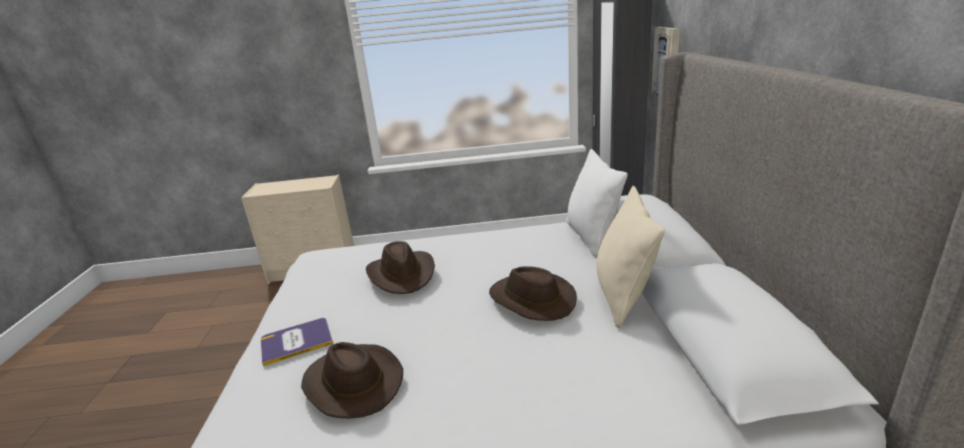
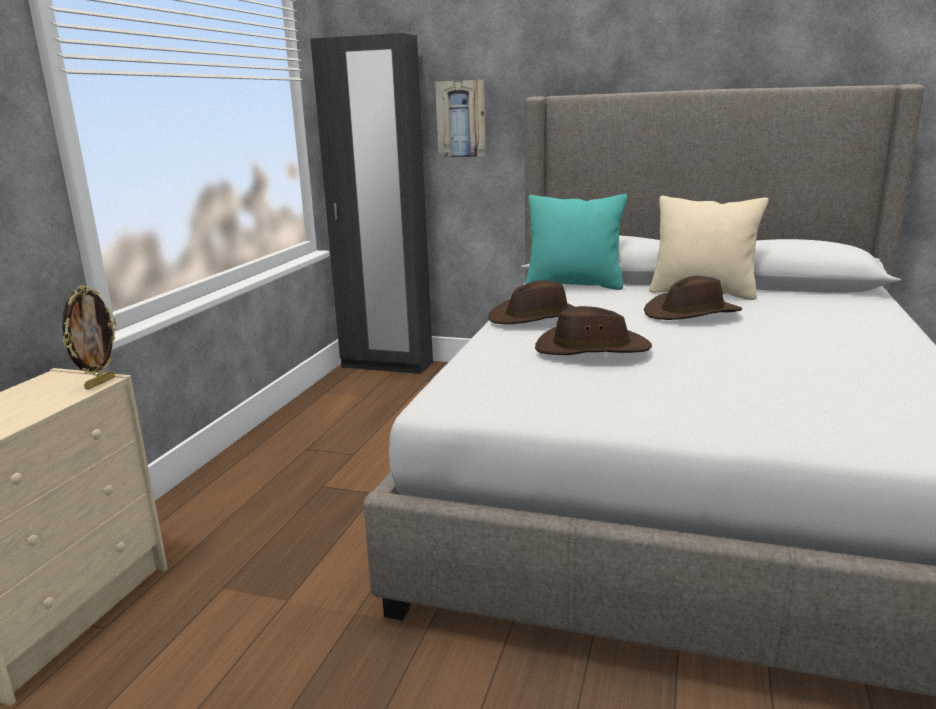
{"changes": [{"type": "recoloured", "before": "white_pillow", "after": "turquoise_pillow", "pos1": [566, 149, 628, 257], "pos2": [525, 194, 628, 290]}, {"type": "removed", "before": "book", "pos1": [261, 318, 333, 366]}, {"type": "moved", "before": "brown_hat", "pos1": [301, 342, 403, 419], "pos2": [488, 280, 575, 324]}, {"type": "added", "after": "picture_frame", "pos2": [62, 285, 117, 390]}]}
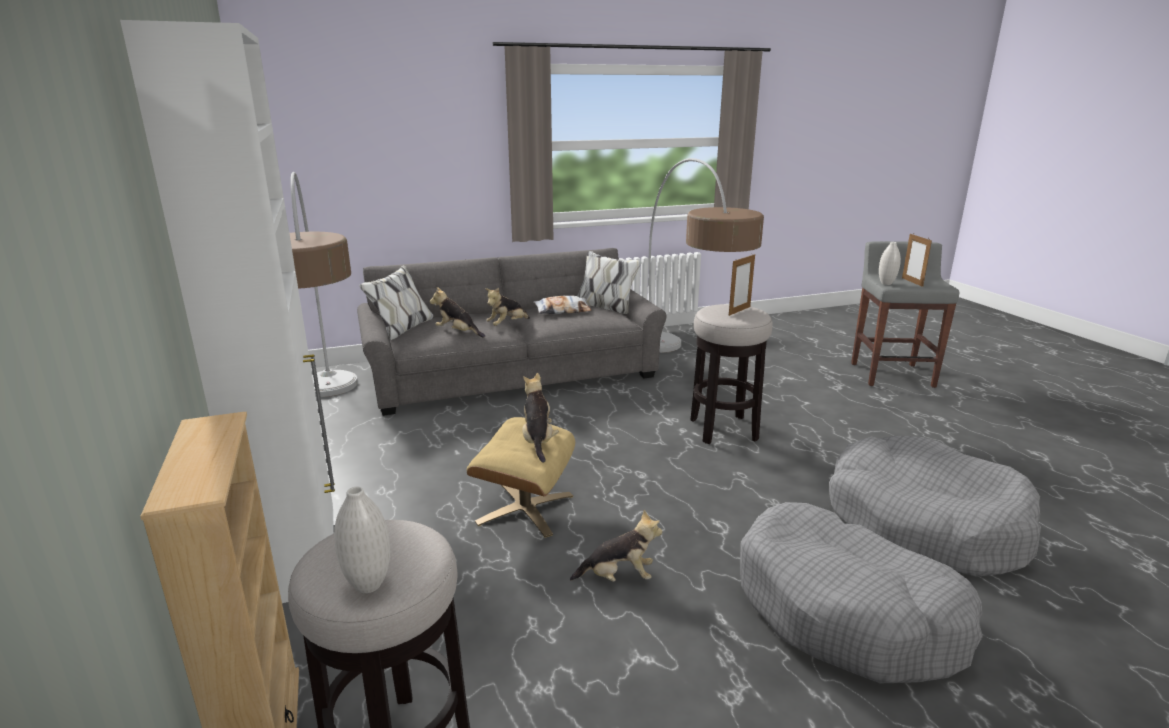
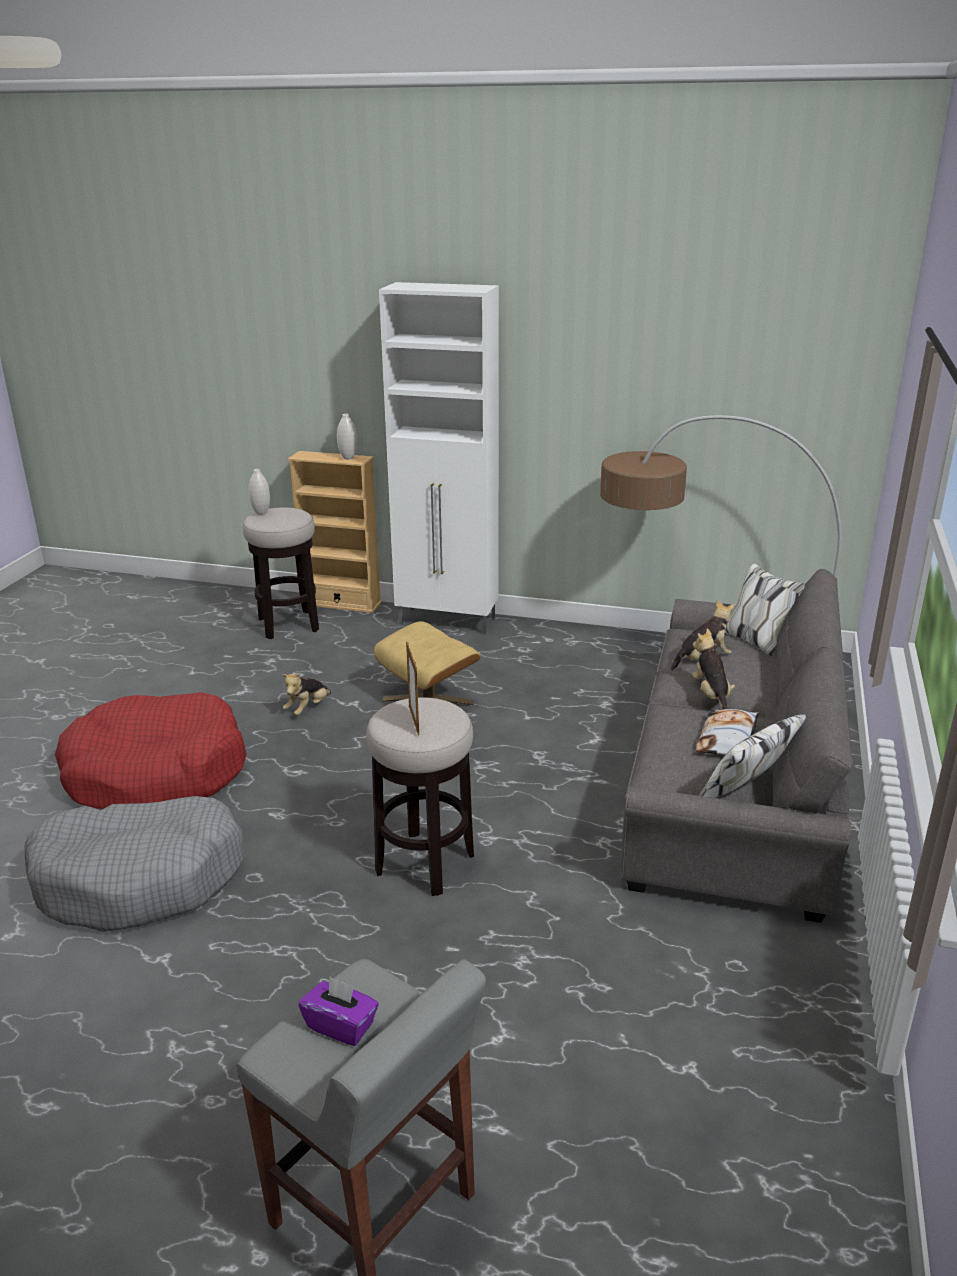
{"changes": [{"type": "removed", "before": "floor_lamp", "pos1": [648, 158, 764, 353]}, {"type": "replaced", "before": "picture_frame", "after": "purple_tissue_box", "pos1": [902, 234, 932, 287], "pos2": [298, 976, 379, 1046]}, {"type": "moved", "before": "white_vase", "pos1": [879, 242, 901, 285], "pos2": [337, 414, 357, 460]}, {"type": "removed", "before": "plush_toy", "pos1": [522, 373, 559, 463]}, {"type": "recoloured", "before": "grey_dog_bed", "after": "red_dog_bed", "pos1": [740, 502, 983, 683], "pos2": [55, 692, 246, 809]}]}
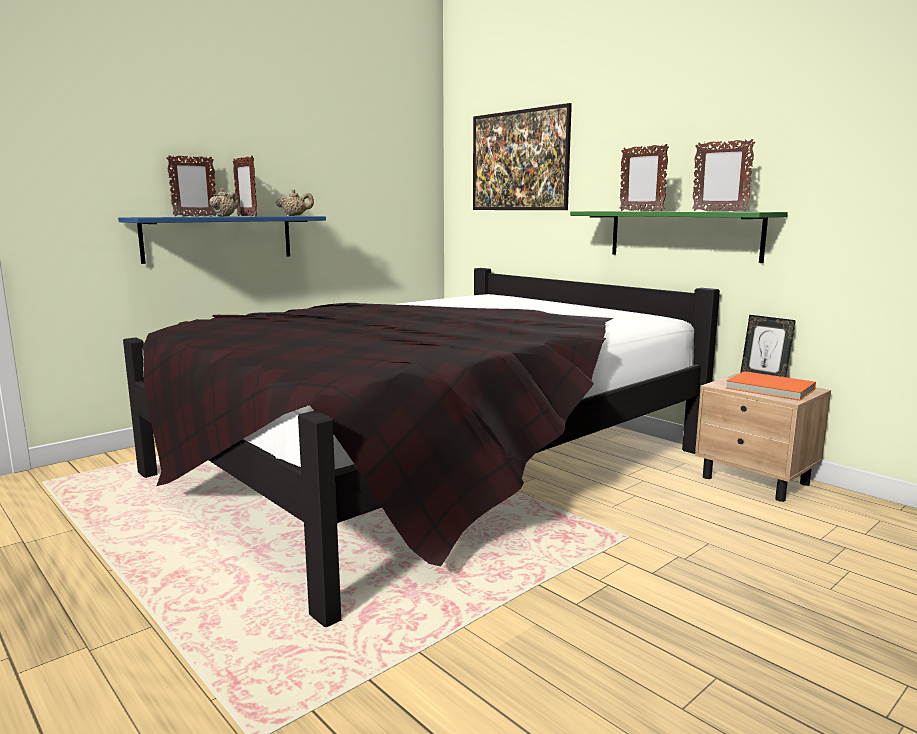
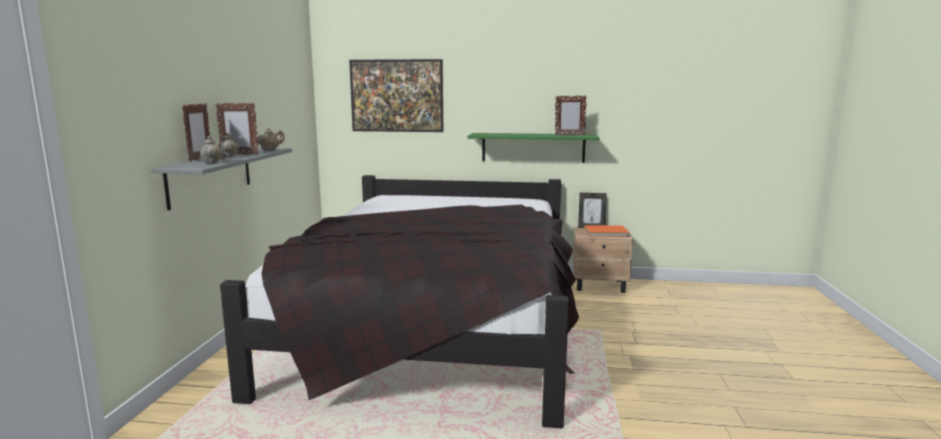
{"changes": [{"type": "removed", "before": "picture_frame", "pos1": [620, 144, 669, 211]}, {"type": "recoloured", "before": "blue_shelf", "after": "grey_shelf", "pos1": [118, 216, 326, 264], "pos2": [151, 148, 292, 210]}, {"type": "added", "after": "beige_teapot", "pos2": [200, 136, 223, 164]}]}
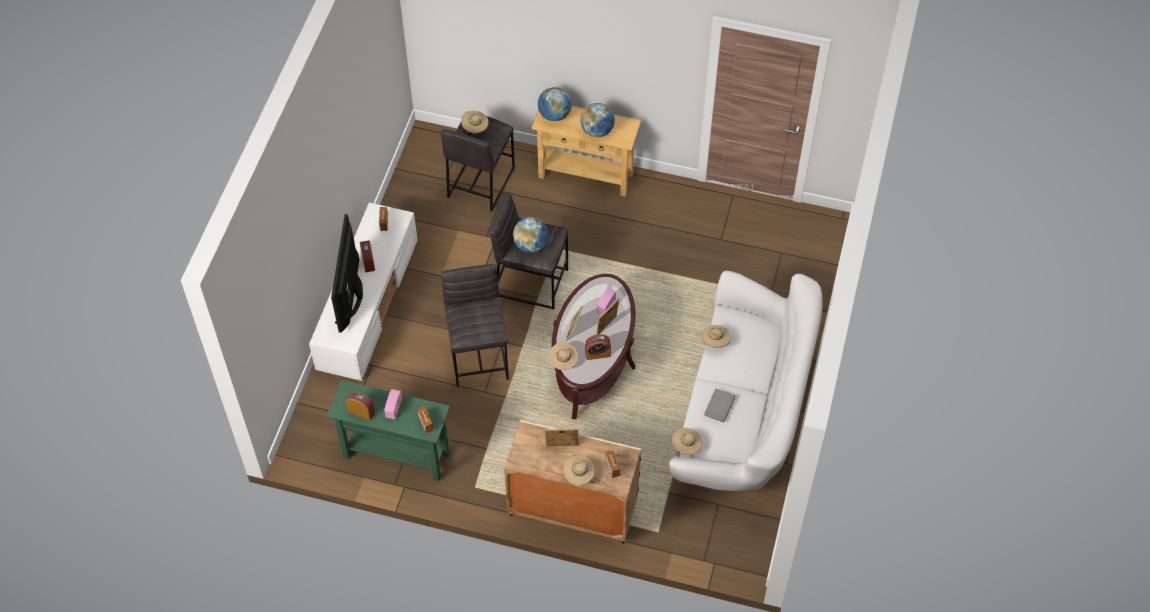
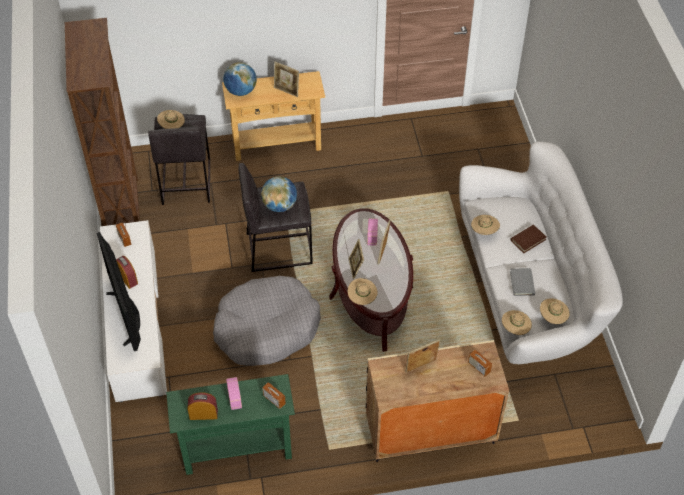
{"changes": [{"type": "replaced", "before": "globe", "after": "picture_frame", "pos1": [581, 103, 615, 137], "pos2": [274, 62, 299, 97]}, {"type": "replaced", "before": "grey_stool", "after": "grey_dog_bed", "pos1": [442, 264, 509, 387], "pos2": [213, 276, 321, 366]}, {"type": "removed", "before": "alarm_clock", "pos1": [585, 334, 611, 360]}, {"type": "moved", "before": "beige_hat", "pos1": [563, 455, 595, 485], "pos2": [540, 298, 570, 324]}, {"type": "added", "after": "brown_bookcase", "pos2": [65, 18, 140, 226]}, {"type": "added", "after": "brown_book", "pos2": [510, 225, 546, 253]}]}
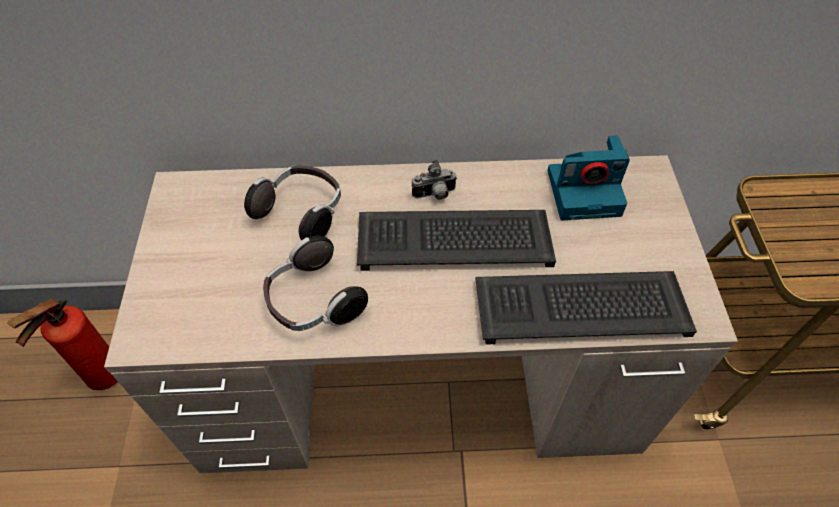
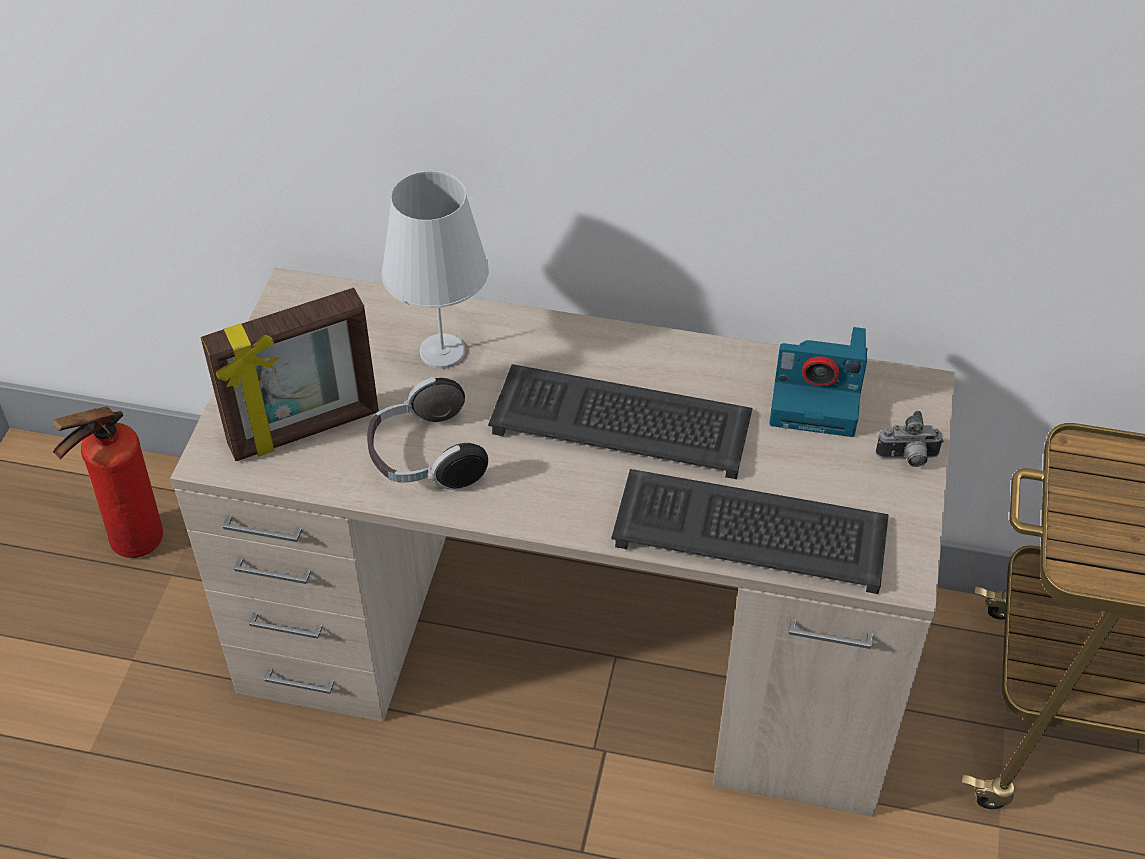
{"changes": [{"type": "moved", "before": "photo_camera", "pos1": [412, 160, 457, 200], "pos2": [876, 411, 944, 467]}, {"type": "replaced", "before": "headphones", "after": "white_table_lamp", "pos1": [244, 165, 341, 240], "pos2": [381, 171, 489, 369]}, {"type": "added", "after": "picture_frame", "pos2": [201, 288, 379, 461]}]}
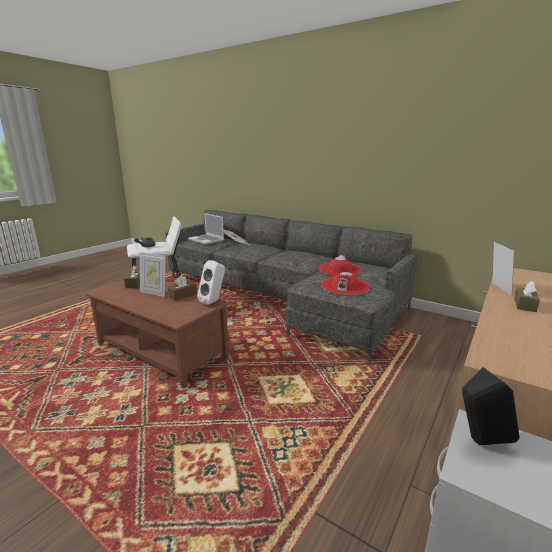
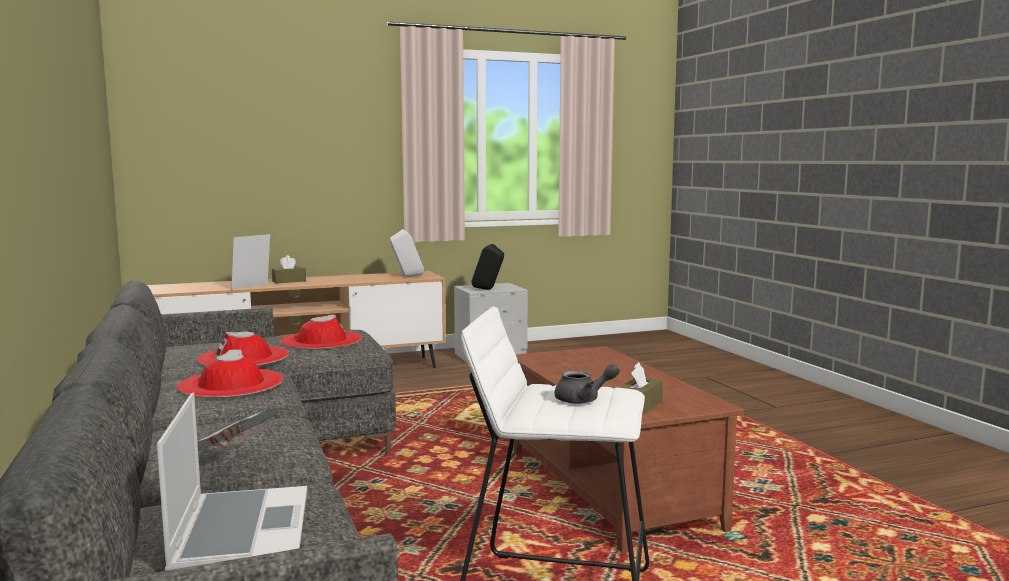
{"changes": [{"type": "removed", "before": "picture_frame", "pos1": [140, 252, 165, 297]}, {"type": "moved", "before": "white_speaker", "pos1": [197, 260, 225, 305], "pos2": [389, 229, 424, 277]}, {"type": "removed", "before": "brown_tissue_box", "pos1": [168, 275, 197, 301]}, {"type": "added", "after": "red_hat", "pos2": [177, 350, 284, 398]}]}
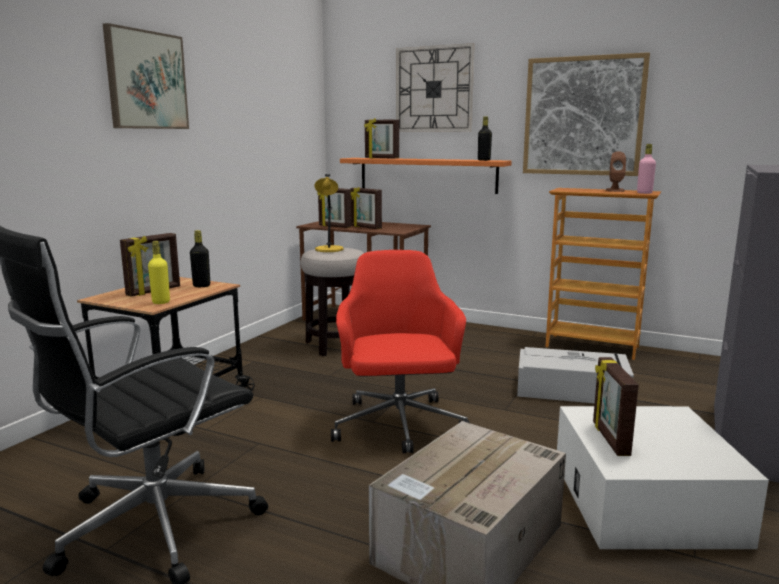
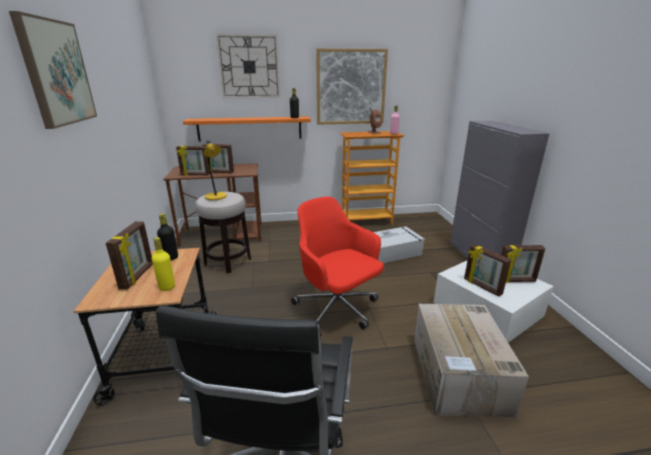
{"changes": [{"type": "moved", "before": "picture_frame", "pos1": [364, 118, 399, 158], "pos2": [501, 245, 546, 283]}]}
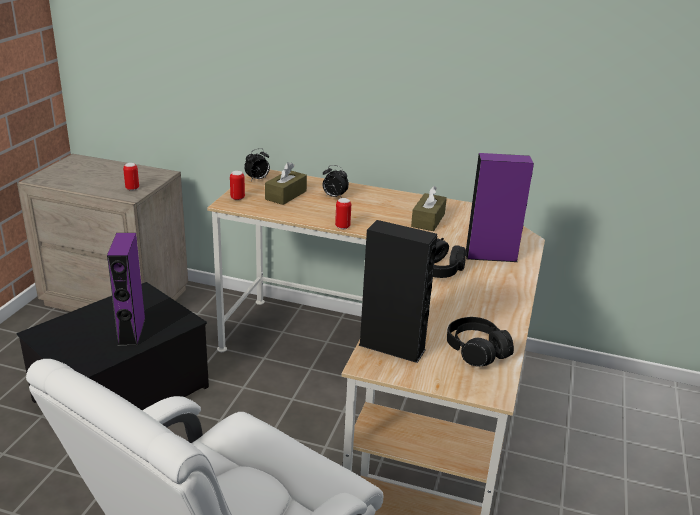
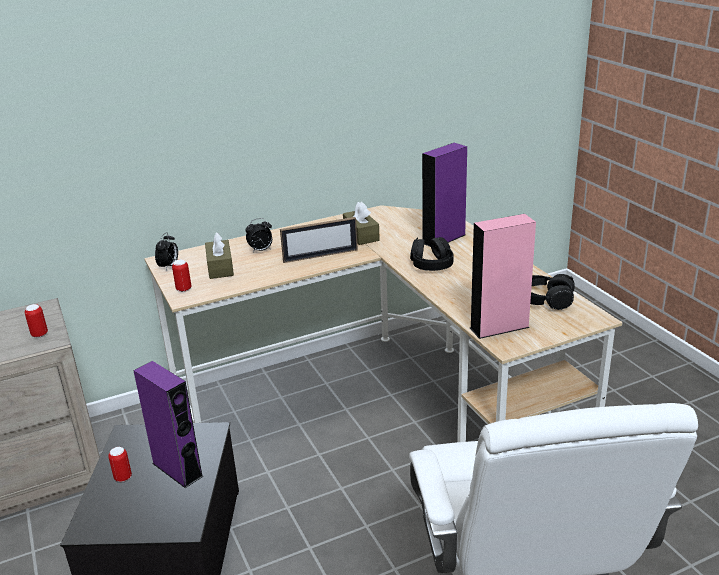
{"changes": [{"type": "moved", "before": "can", "pos1": [335, 198, 351, 229], "pos2": [108, 447, 132, 482]}, {"type": "recoloured", "before": "black_speaker", "after": "pink_speaker", "pos1": [358, 220, 437, 363], "pos2": [470, 214, 536, 339]}, {"type": "added", "after": "picture_frame", "pos2": [280, 217, 358, 263]}]}
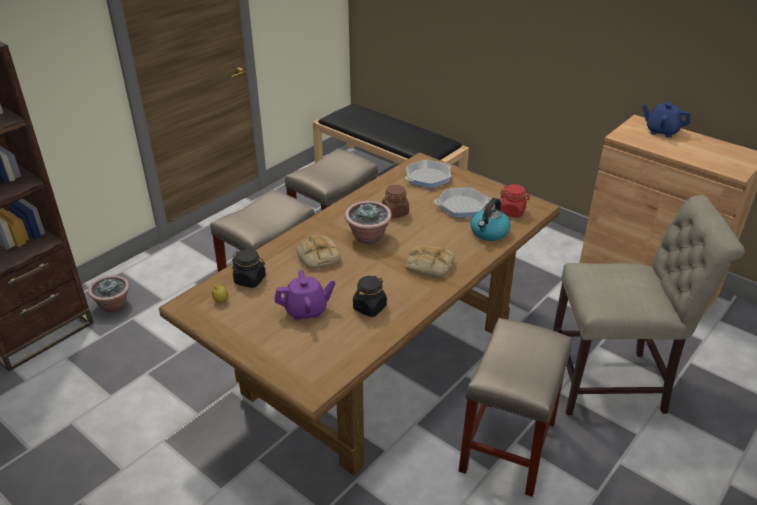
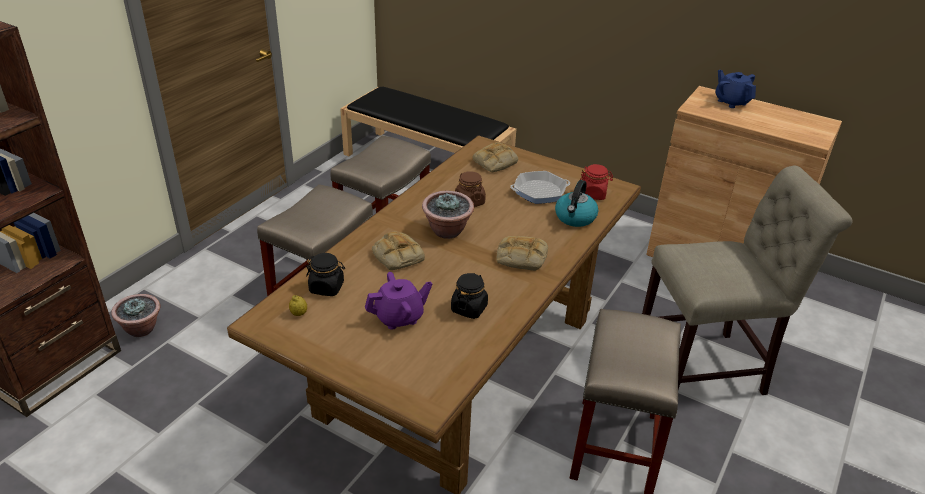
{"changes": [{"type": "turned", "before": "blue_teapot", "pos1": [642, 101, 690, 138], "pos2": [715, 70, 756, 108], "turn": 45}, {"type": "replaced", "before": "frying_pan", "after": "bread", "pos1": [405, 160, 451, 188], "pos2": [472, 142, 518, 172]}]}
